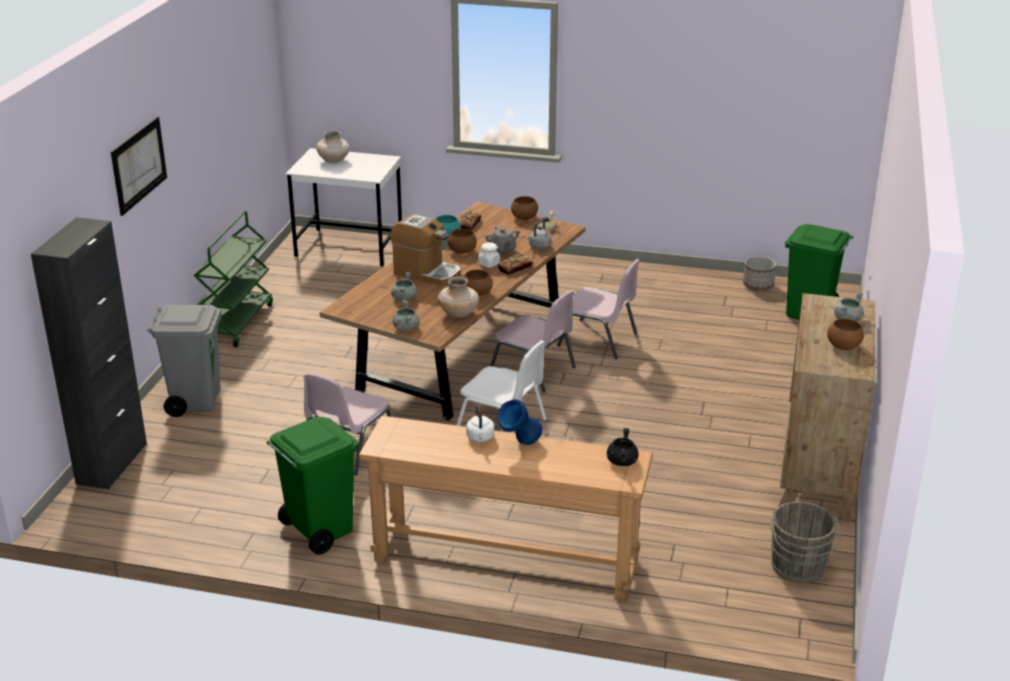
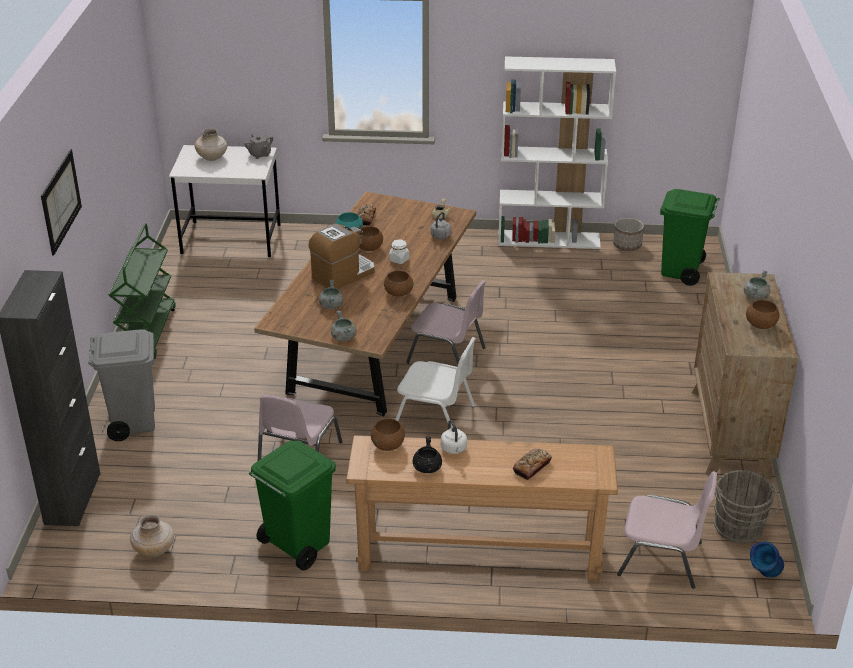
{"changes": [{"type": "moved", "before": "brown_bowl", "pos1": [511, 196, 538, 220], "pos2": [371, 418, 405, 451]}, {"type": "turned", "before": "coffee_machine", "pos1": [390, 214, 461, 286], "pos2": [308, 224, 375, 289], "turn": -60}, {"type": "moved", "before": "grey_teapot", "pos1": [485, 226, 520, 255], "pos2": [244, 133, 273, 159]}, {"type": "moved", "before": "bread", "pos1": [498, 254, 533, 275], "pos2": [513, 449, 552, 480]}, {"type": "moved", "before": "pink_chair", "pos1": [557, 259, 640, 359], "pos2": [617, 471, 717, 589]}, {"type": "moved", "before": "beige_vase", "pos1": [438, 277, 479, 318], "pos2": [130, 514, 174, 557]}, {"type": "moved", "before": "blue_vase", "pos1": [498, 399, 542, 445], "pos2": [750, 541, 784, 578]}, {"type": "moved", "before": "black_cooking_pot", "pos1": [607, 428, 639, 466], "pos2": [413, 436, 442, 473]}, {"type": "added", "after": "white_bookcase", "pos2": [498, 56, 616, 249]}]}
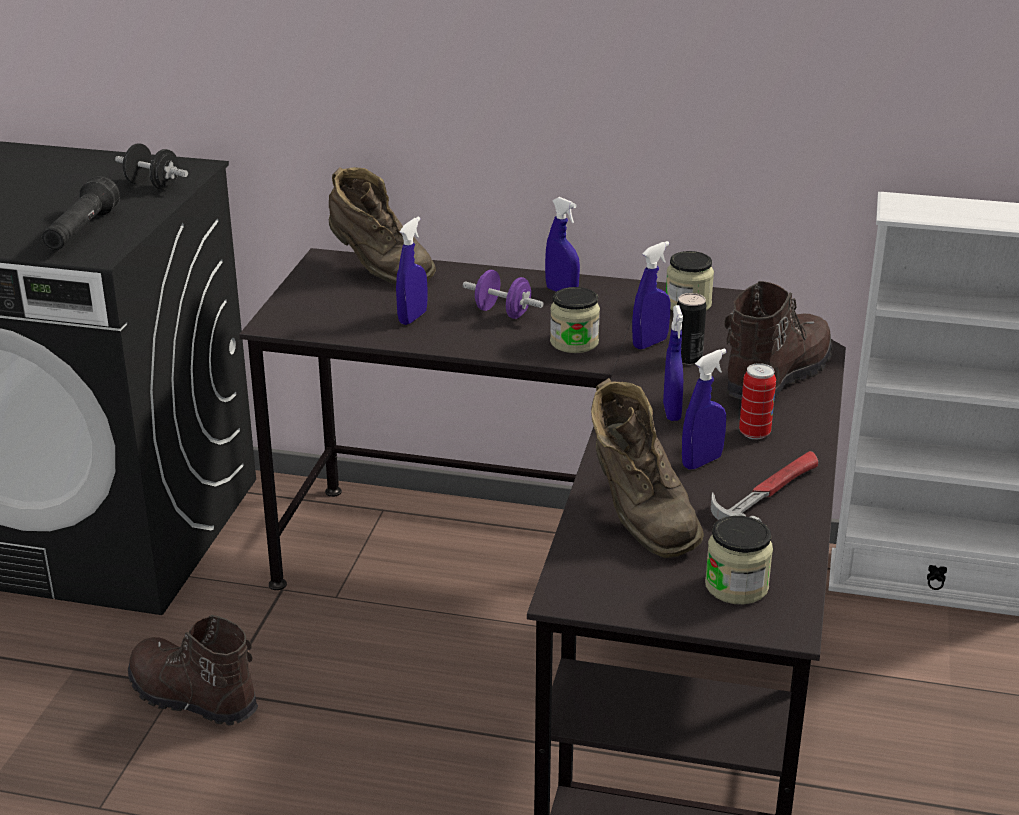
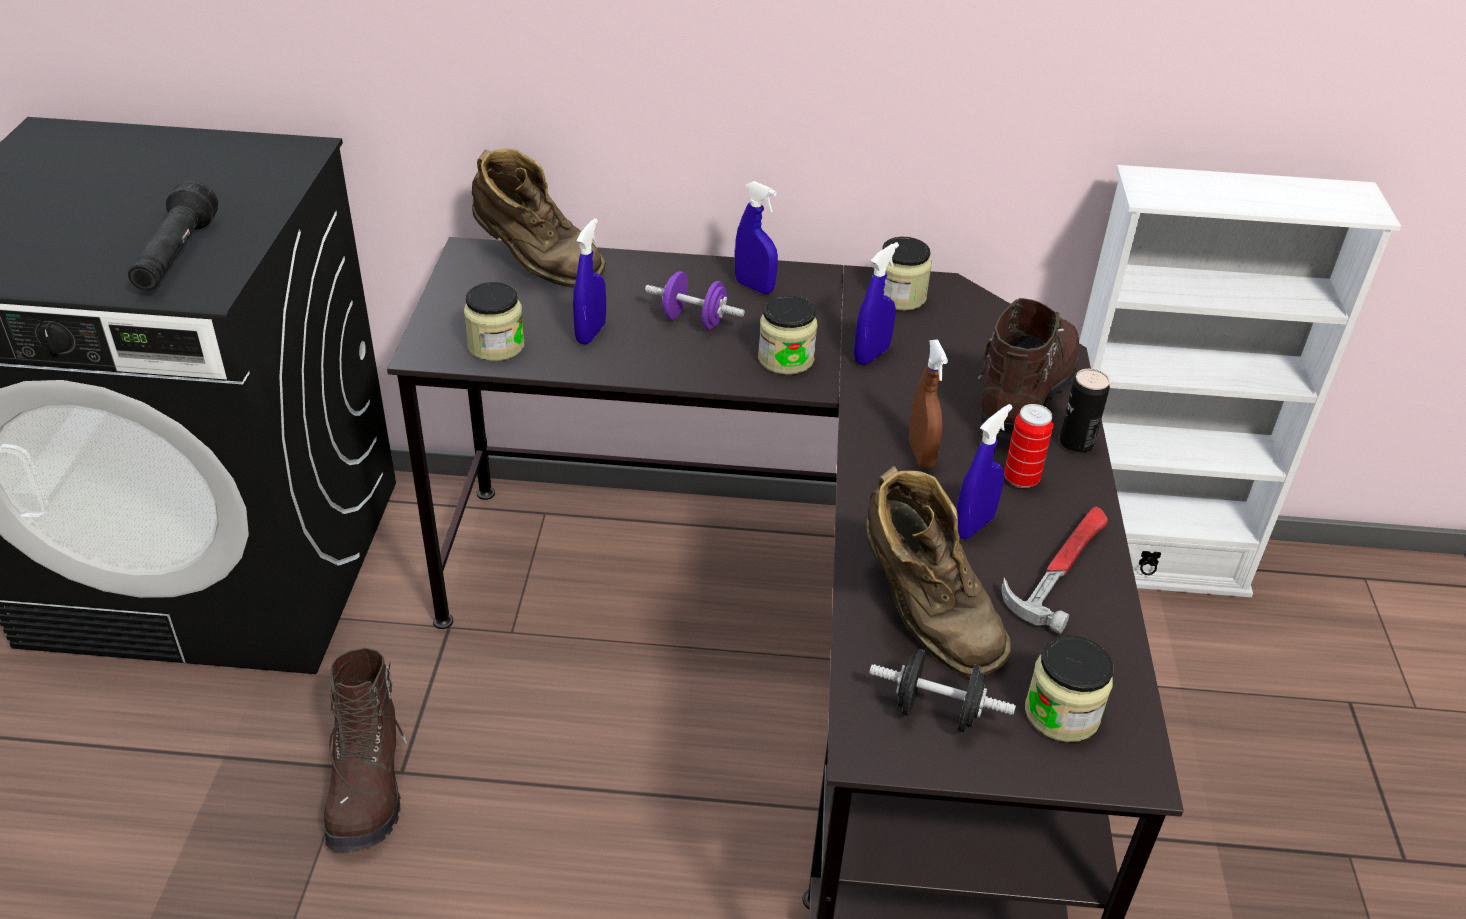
{"changes": [{"type": "moved", "before": "black_dumbbell", "pos1": [115, 144, 188, 190], "pos2": [869, 649, 1016, 732]}, {"type": "moved", "before": "can", "pos1": [677, 293, 706, 365], "pos2": [1059, 369, 1110, 453]}, {"type": "recoloured", "before": "blue_spray_bottle", "after": "brown_spray_bottle", "pos1": [663, 305, 683, 421], "pos2": [908, 339, 948, 468]}, {"type": "turned", "before": "brown_boot", "pos1": [128, 615, 258, 725], "pos2": [324, 648, 407, 851], "turn": -120}, {"type": "added", "after": "jar", "pos2": [464, 282, 525, 361]}]}
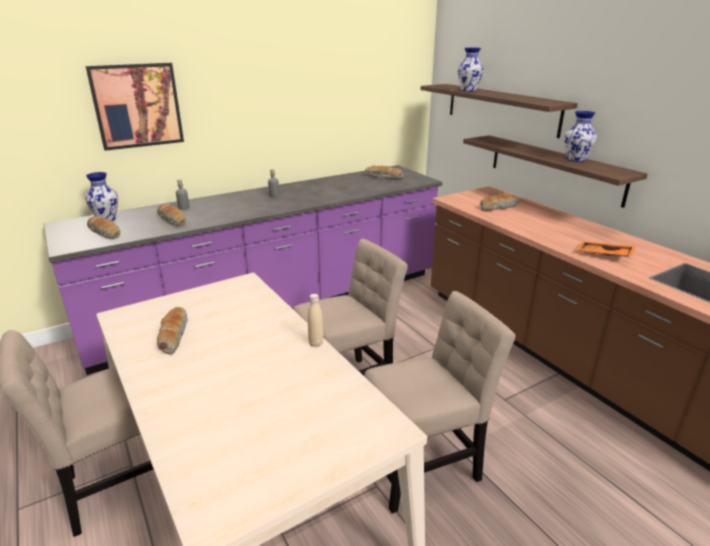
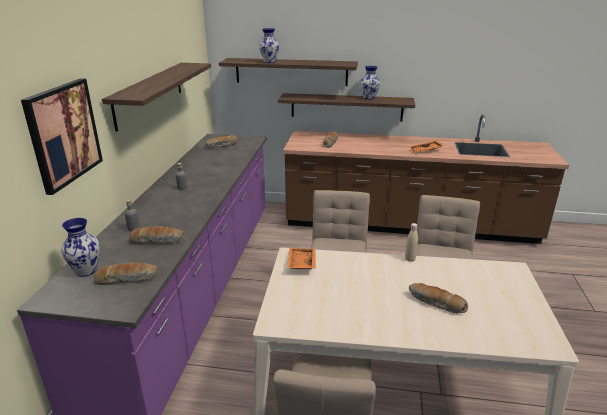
{"changes": [{"type": "moved", "before": "bread", "pos1": [157, 307, 188, 354], "pos2": [409, 283, 468, 313]}, {"type": "added", "after": "shelf", "pos2": [102, 63, 211, 132]}, {"type": "added", "after": "orange_tray", "pos2": [287, 248, 316, 269]}]}
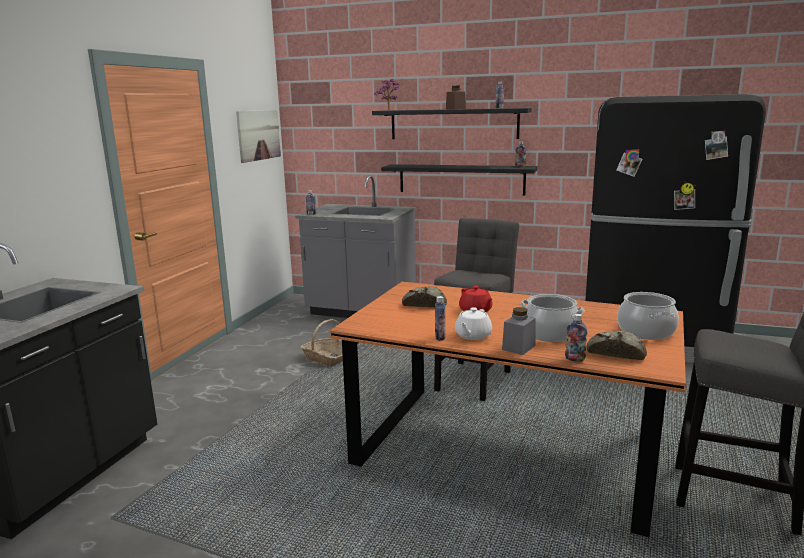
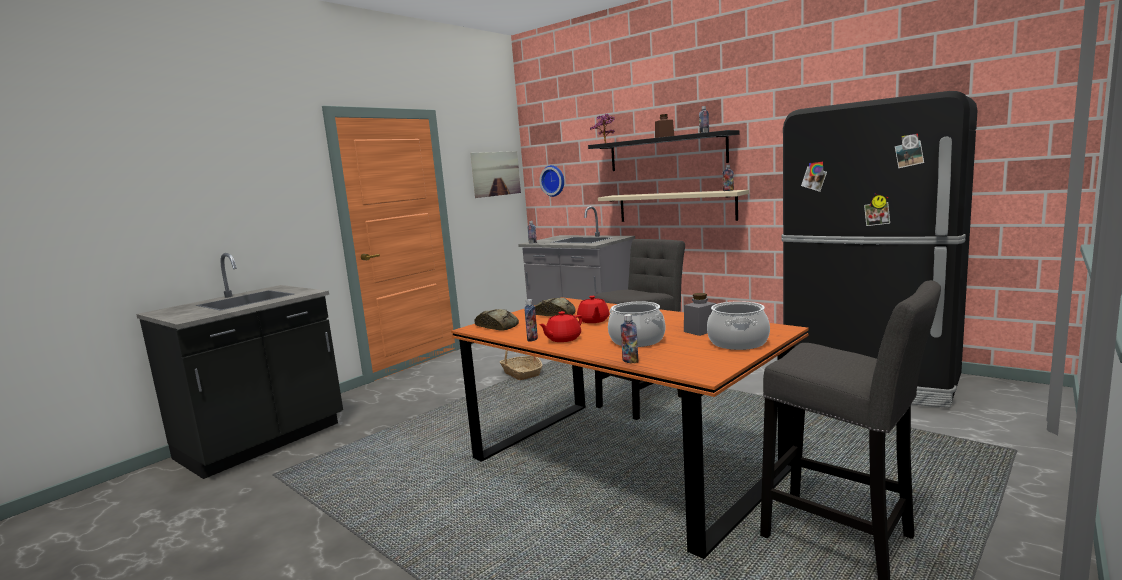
{"changes": [{"type": "recoloured", "before": "black_shelf", "after": "beige_shelf", "pos1": [381, 164, 538, 195], "pos2": [598, 190, 749, 222]}, {"type": "recoloured", "before": "white_teapot", "after": "red_teapot", "pos1": [455, 307, 492, 340], "pos2": [539, 311, 583, 342]}, {"type": "moved", "before": "grey_jar", "pos1": [502, 307, 536, 355], "pos2": [684, 293, 716, 336]}, {"type": "moved", "before": "bread", "pos1": [586, 330, 647, 360], "pos2": [474, 309, 519, 331]}, {"type": "added", "after": "wall_clock", "pos2": [539, 165, 564, 197]}]}
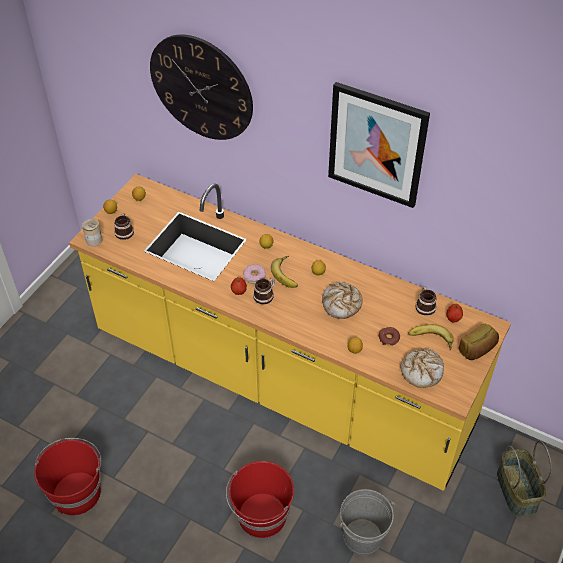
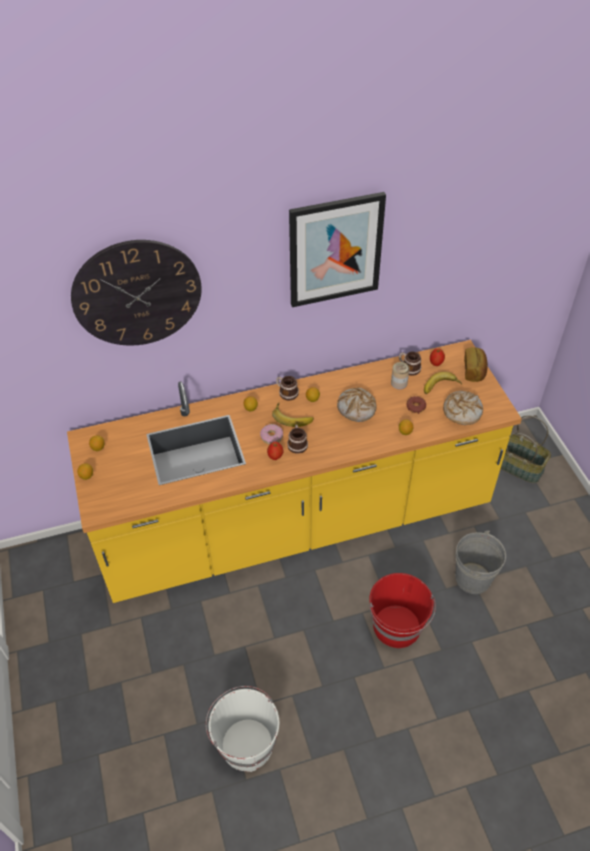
{"changes": [{"type": "moved", "before": "mug", "pos1": [114, 213, 134, 240], "pos2": [276, 376, 299, 400]}, {"type": "moved", "before": "can", "pos1": [82, 219, 103, 246], "pos2": [391, 362, 410, 389]}, {"type": "recoloured", "before": "red_bucket", "after": "white_bucket", "pos1": [34, 438, 101, 516], "pos2": [206, 686, 279, 772]}]}
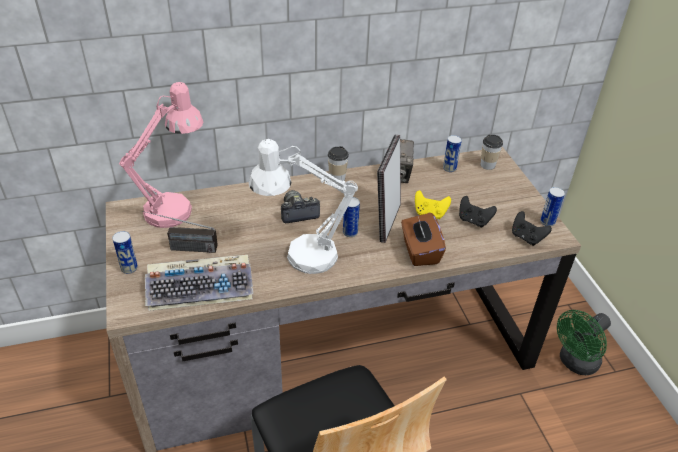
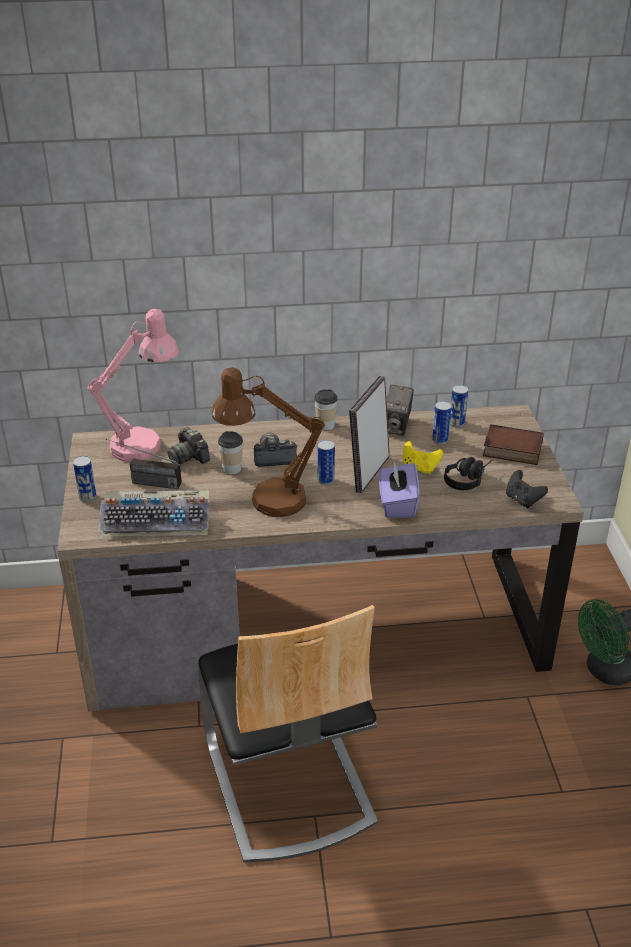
{"changes": [{"type": "moved", "before": "cup", "pos1": [481, 135, 503, 170], "pos2": [218, 431, 243, 475]}, {"type": "recoloured", "before": "white_table_lamp", "after": "brown_table_lamp", "pos1": [249, 139, 358, 274], "pos2": [212, 367, 325, 517]}, {"type": "moved", "before": "can", "pos1": [540, 187, 565, 226], "pos2": [432, 401, 451, 445]}, {"type": "replaced", "before": "black_game_controller", "after": "black_headphones", "pos1": [459, 196, 497, 227], "pos2": [444, 457, 492, 490]}, {"type": "recoloured", "before": "brown_tissue_box", "after": "purple_tissue_box", "pos1": [401, 213, 446, 266], "pos2": [379, 462, 420, 518]}, {"type": "added", "after": "book", "pos2": [483, 424, 544, 465]}, {"type": "added", "after": "photo_camera", "pos2": [168, 427, 210, 465]}]}
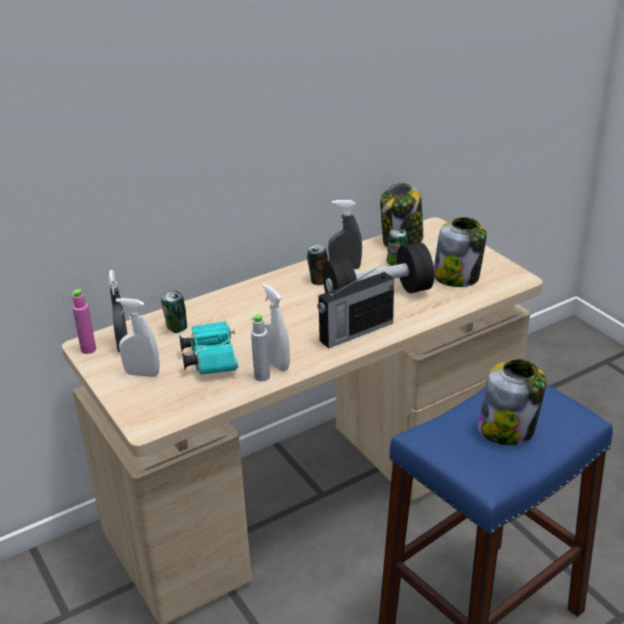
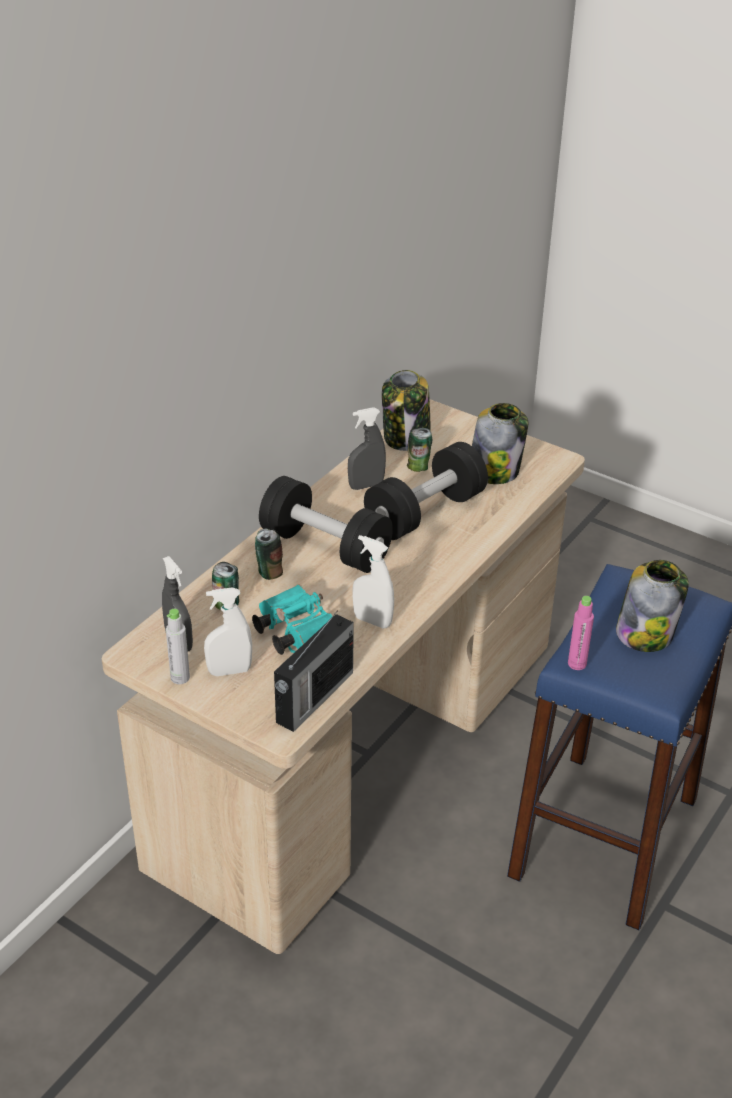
{"changes": [{"type": "moved", "before": "can", "pos1": [307, 244, 328, 285], "pos2": [255, 529, 283, 580]}, {"type": "moved", "before": "radio", "pos1": [318, 265, 394, 349], "pos2": [274, 611, 354, 732]}, {"type": "moved", "before": "pink_bottle", "pos1": [72, 289, 96, 354], "pos2": [568, 596, 594, 670]}, {"type": "moved", "before": "grey_bottle", "pos1": [251, 314, 270, 381], "pos2": [166, 609, 190, 684]}, {"type": "added", "after": "black_dumbbell", "pos2": [259, 476, 393, 573]}]}
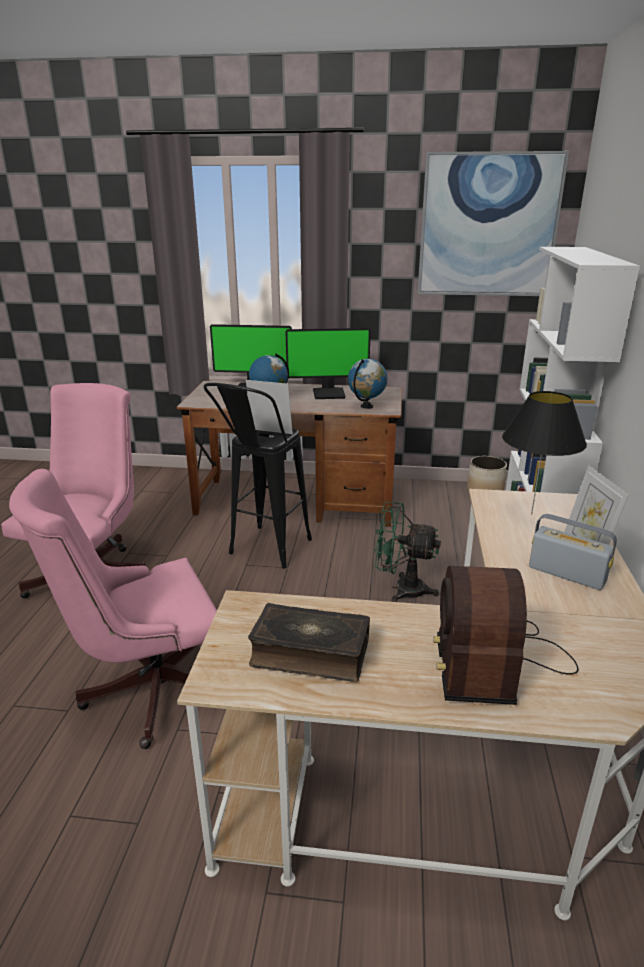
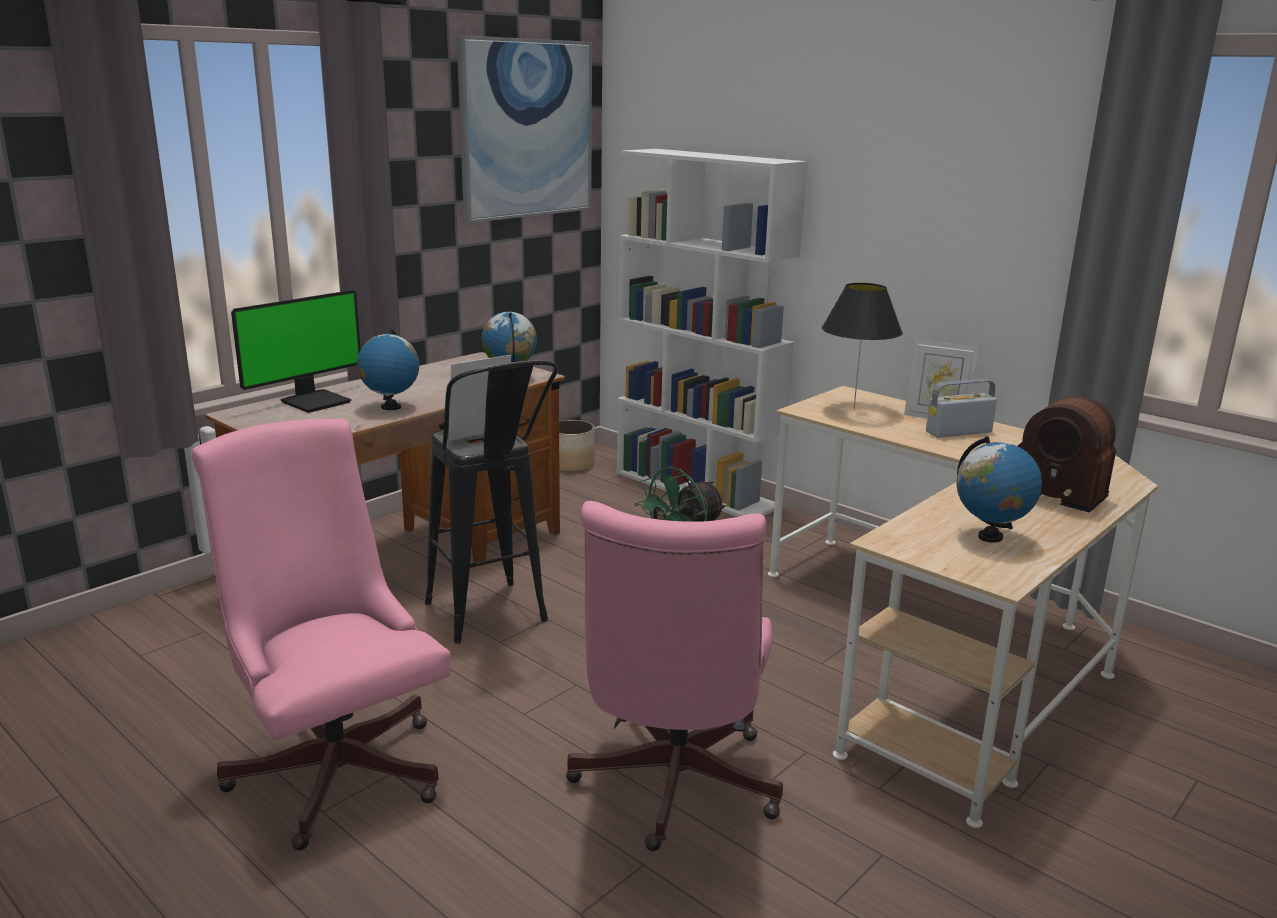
{"changes": [{"type": "removed", "before": "monitor", "pos1": [285, 328, 371, 399]}, {"type": "replaced", "before": "book", "after": "globe", "pos1": [248, 603, 370, 682], "pos2": [956, 436, 1042, 542]}]}
